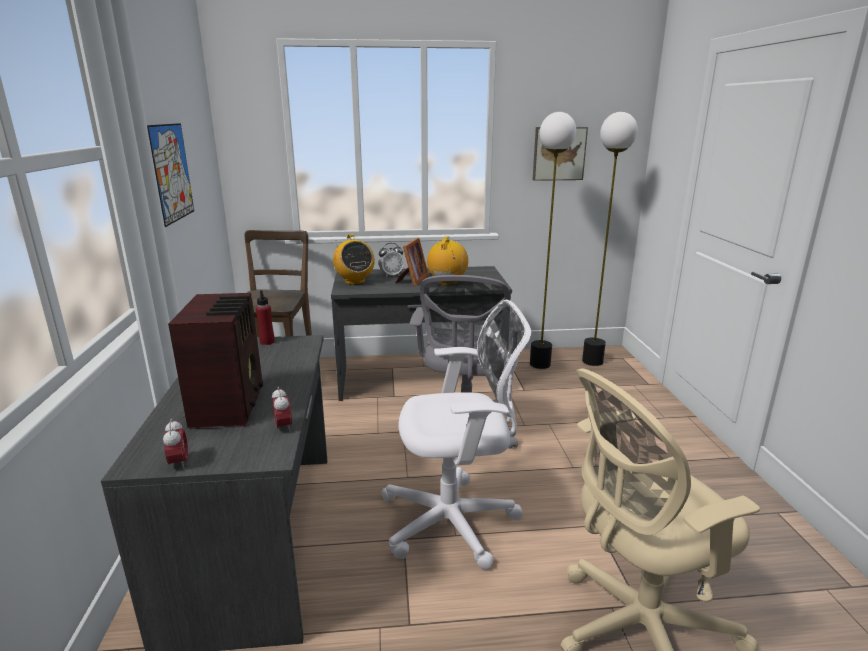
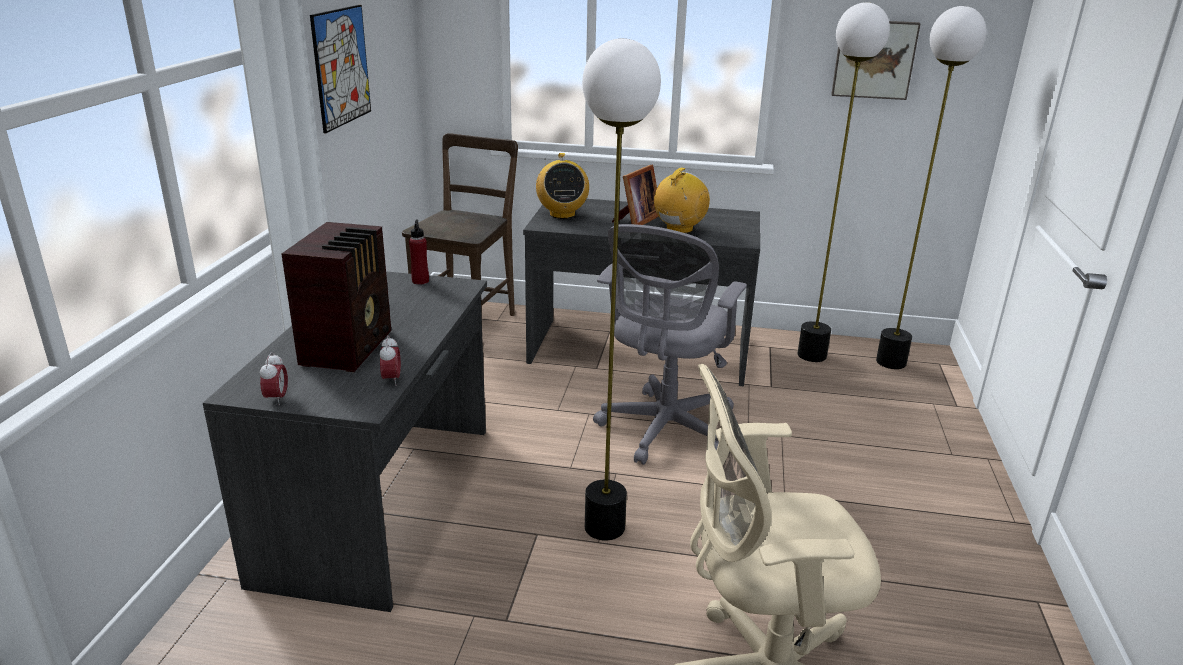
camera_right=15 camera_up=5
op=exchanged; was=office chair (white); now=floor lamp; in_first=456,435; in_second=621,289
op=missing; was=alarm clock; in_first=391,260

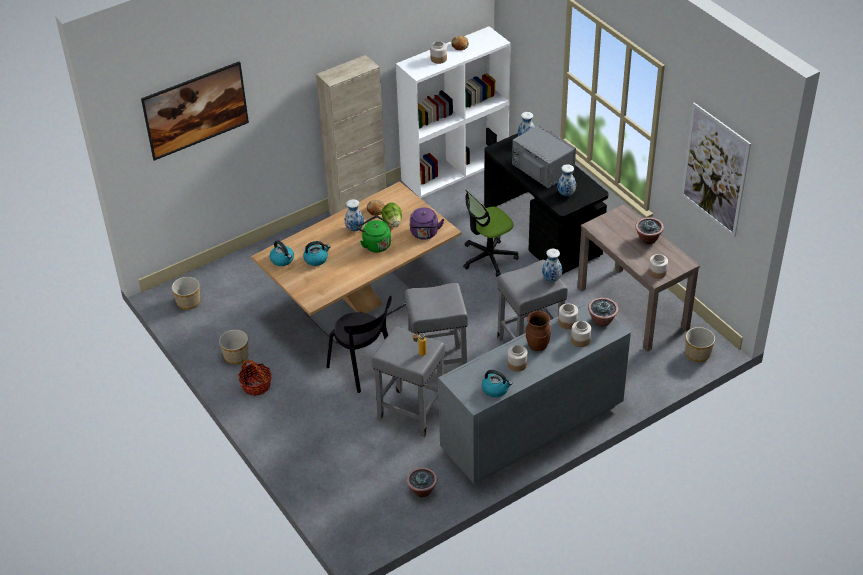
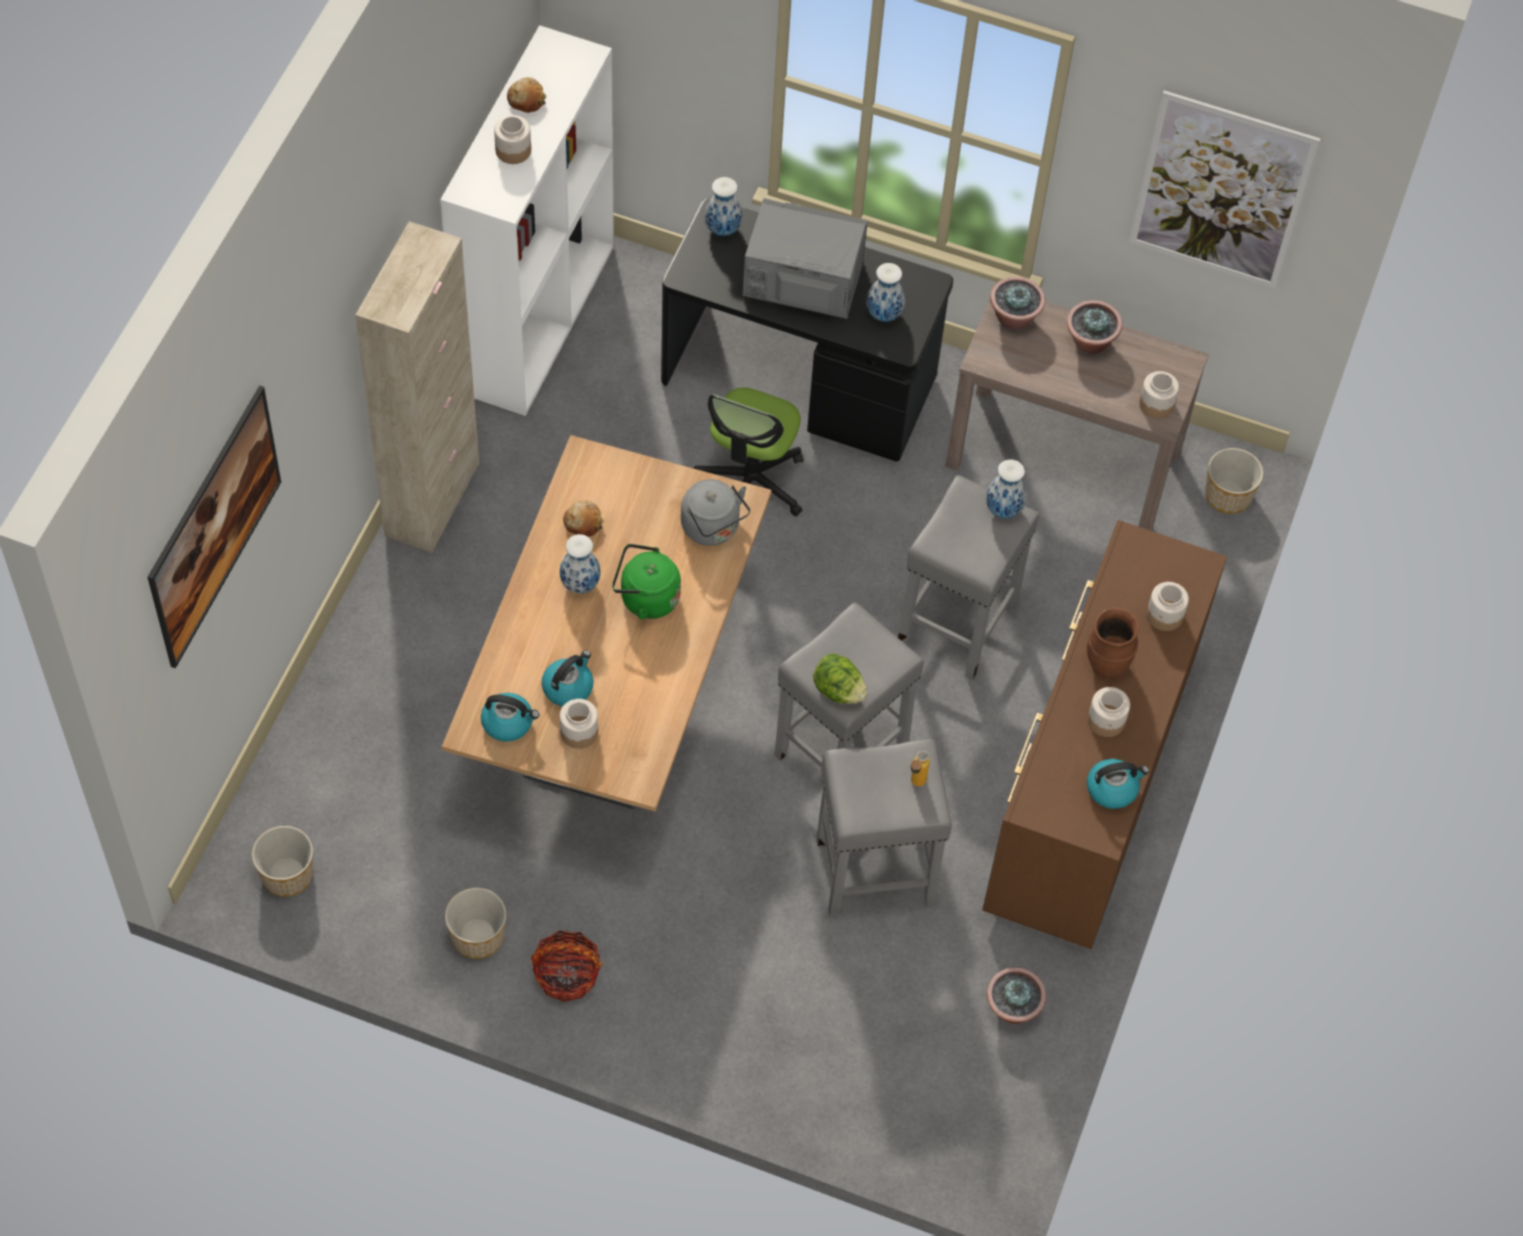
camera_right=-40 camera_up=15
op=relocated; was=jar; in_first=568,316; in_second=579,724
op=colour; was=kettle (purple); now=kettle (grey); in_first=426,224; in_second=715,512
op=relocated; was=lettuce; in_first=392,215; in_second=840,678
op=colour; was=dresser (grey); now=dresser (brown); in_first=534,391; in_second=1104,734
op=relocated; was=potted plant; in_first=603,312; in_second=1017,303
op=missing; was=chair (black); in_first=359,344

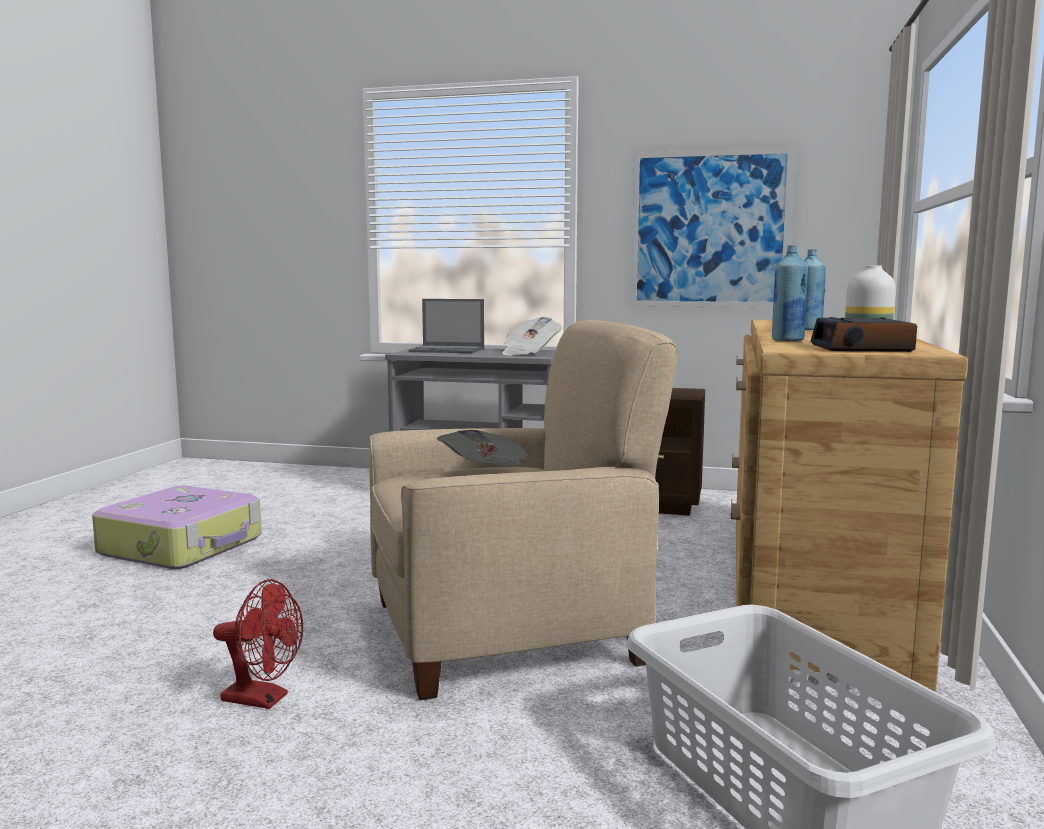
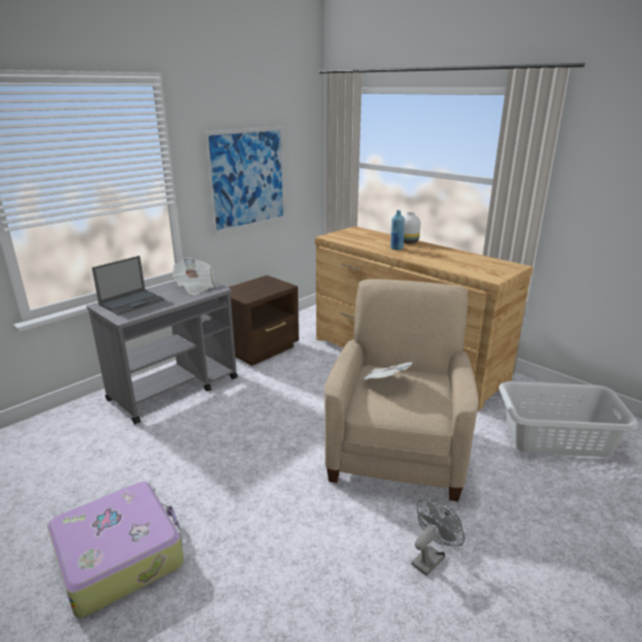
camera_right=-60 camera_up=15
op=colour; was=fan (red); now=fan (grey); in_first=258,644; in_second=438,537
op=missing; was=bottle (blue); in_first=790,293
op=missing; was=alarm clock; in_first=864,334

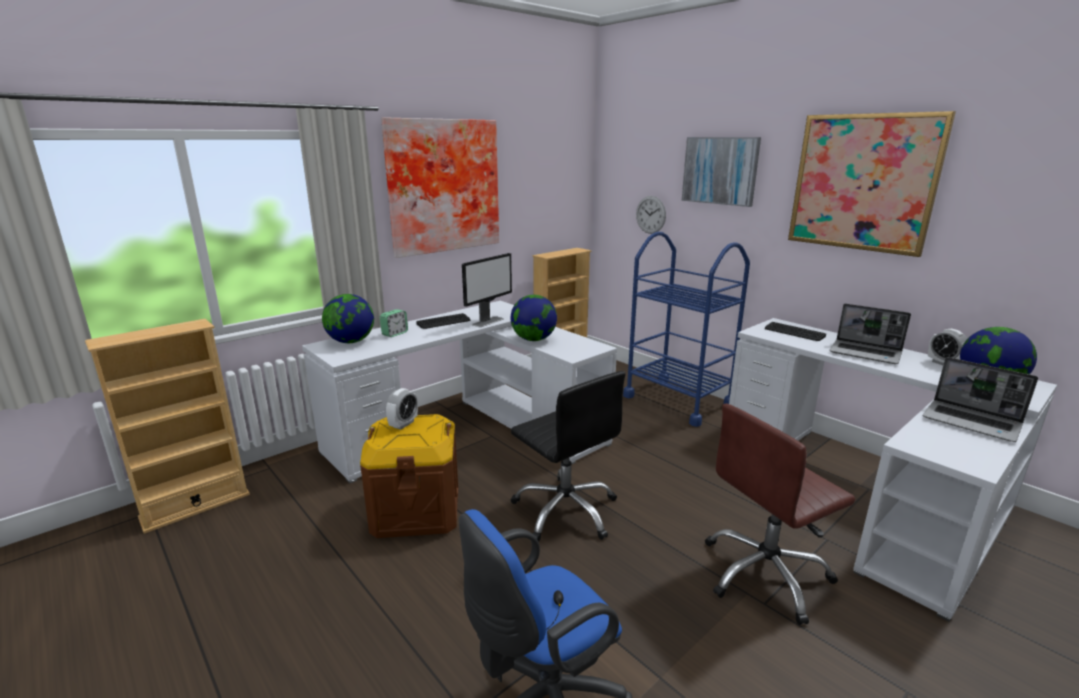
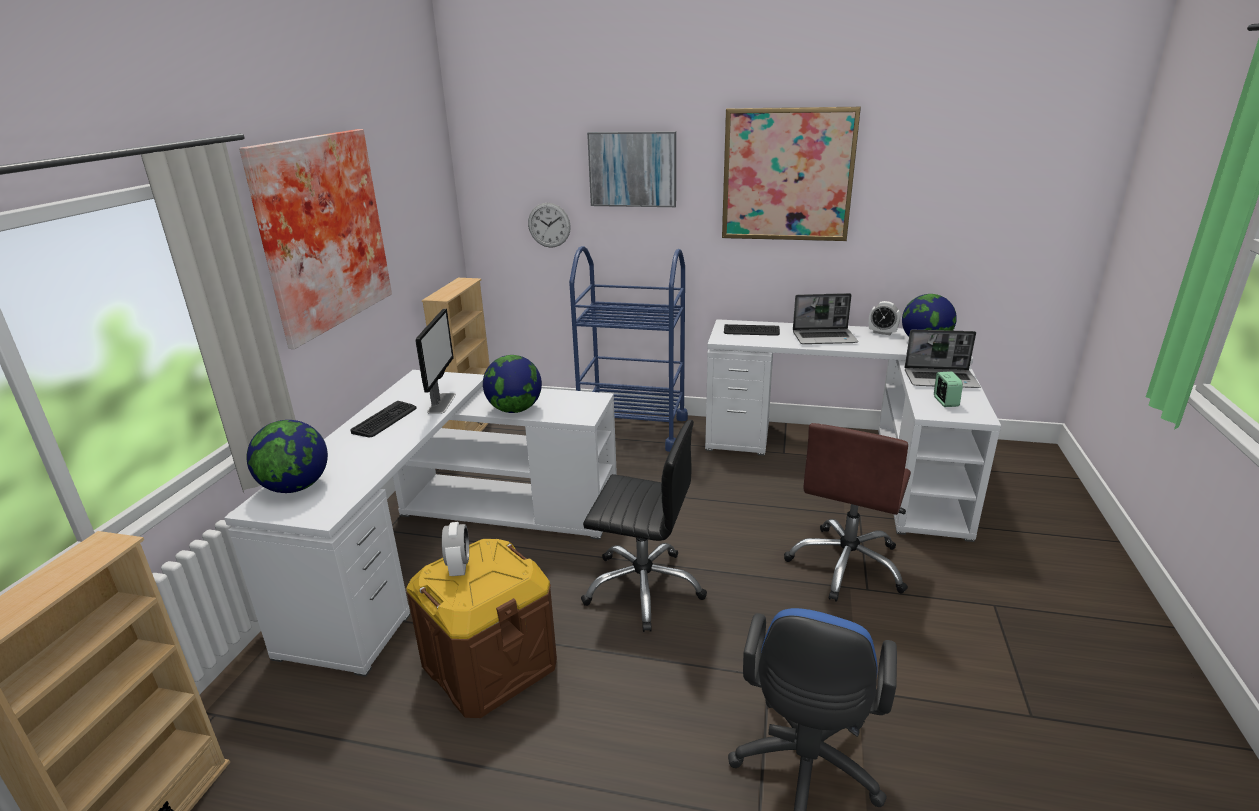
camera_right=-35 camera_up=5
op=relocated; was=alarm clock; in_first=394,323; in_second=948,389

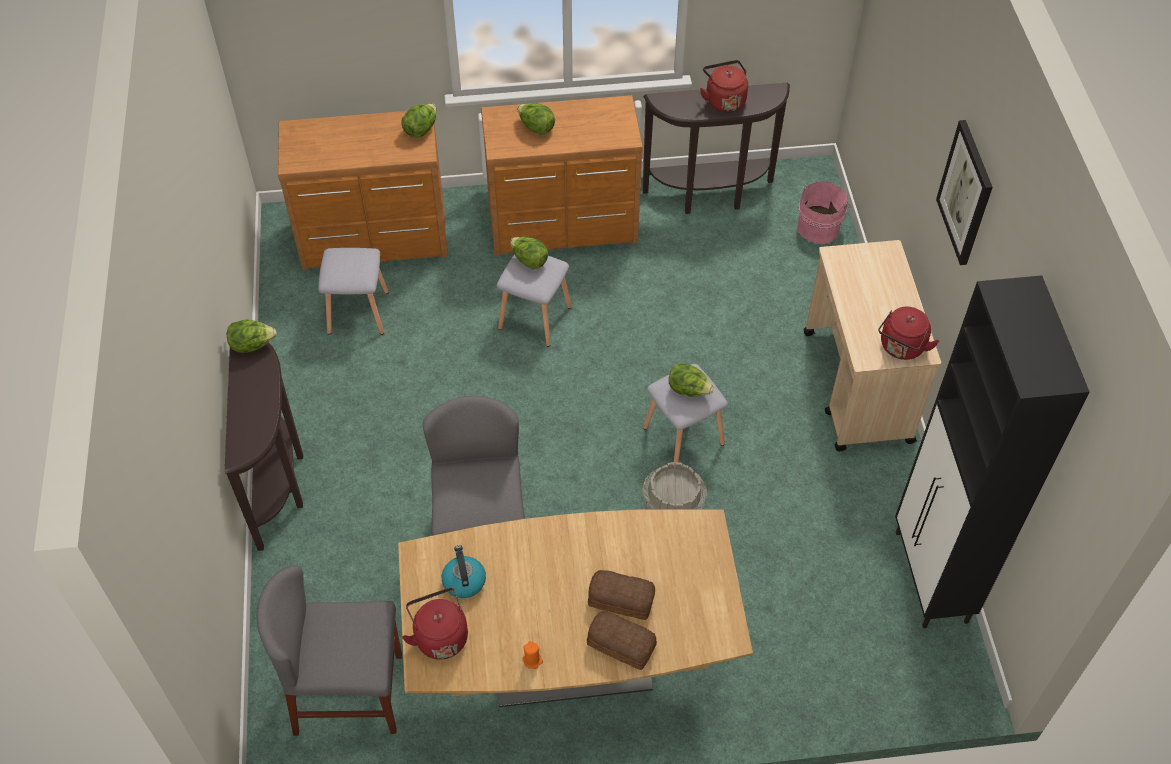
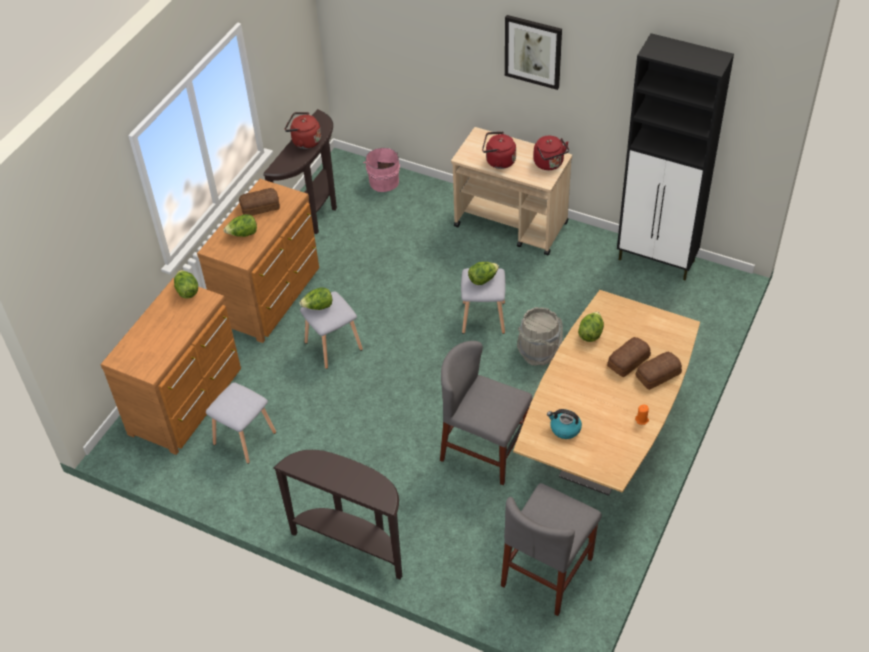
camera_right=-55 camera_up=-5
op=appeared; now=bread; in_second=259,202
op=relocated; was=kettle (red); in_first=435,624; in_second=499,150
op=relocated; was=lettuce; in_first=252,336; in_second=591,327

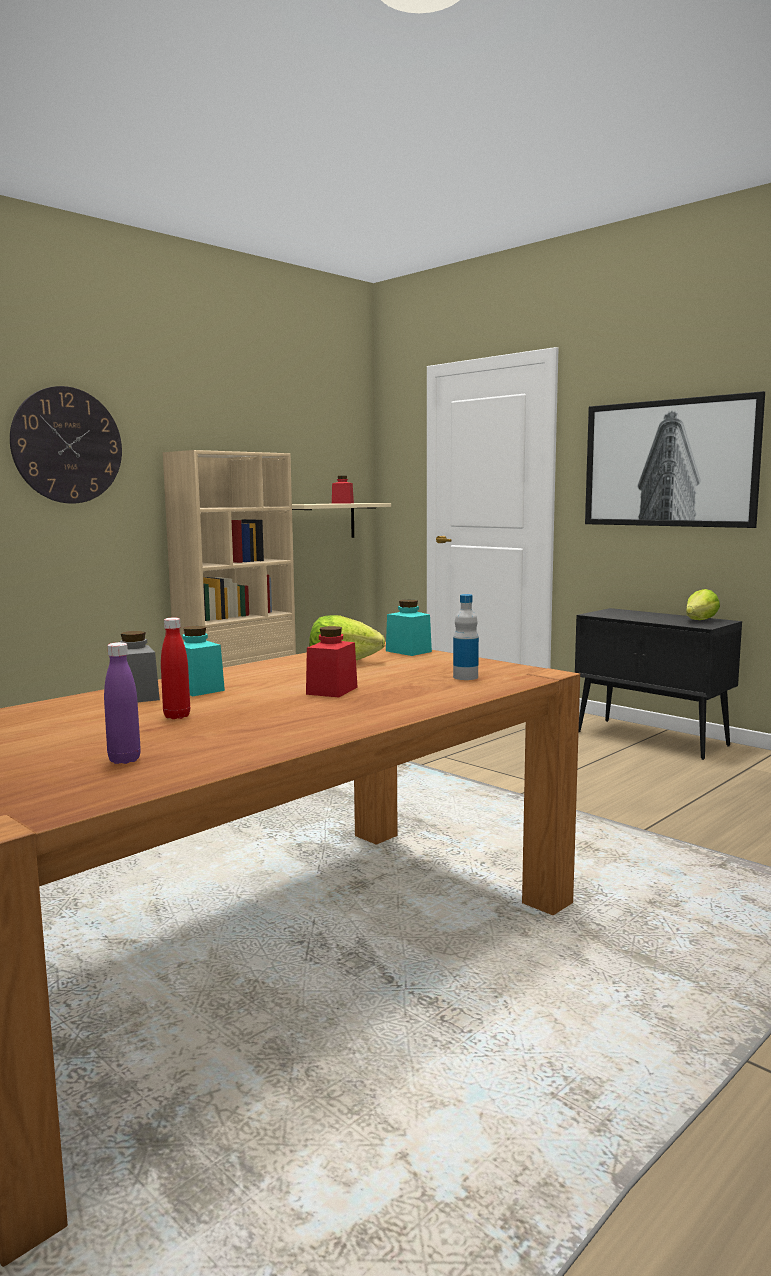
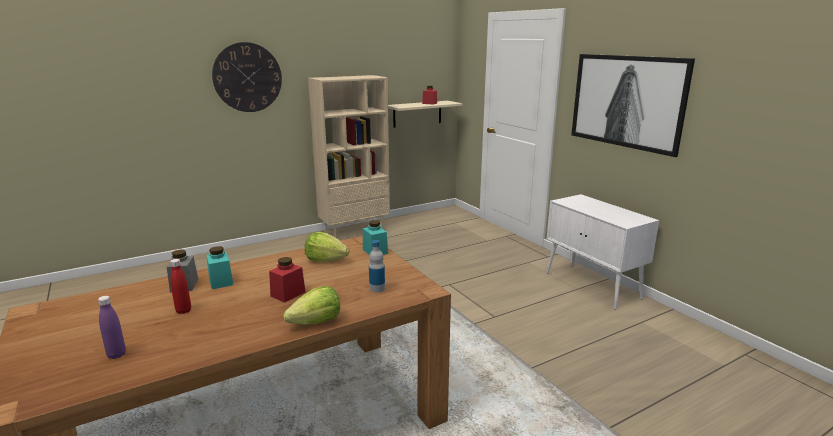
camera_right=15 camera_up=10
op=relocated; was=lettuce; in_first=703,604; in_second=311,305
op=colour; was=cabinet (black); now=cabinet (white); in_first=658,684; in_second=602,252

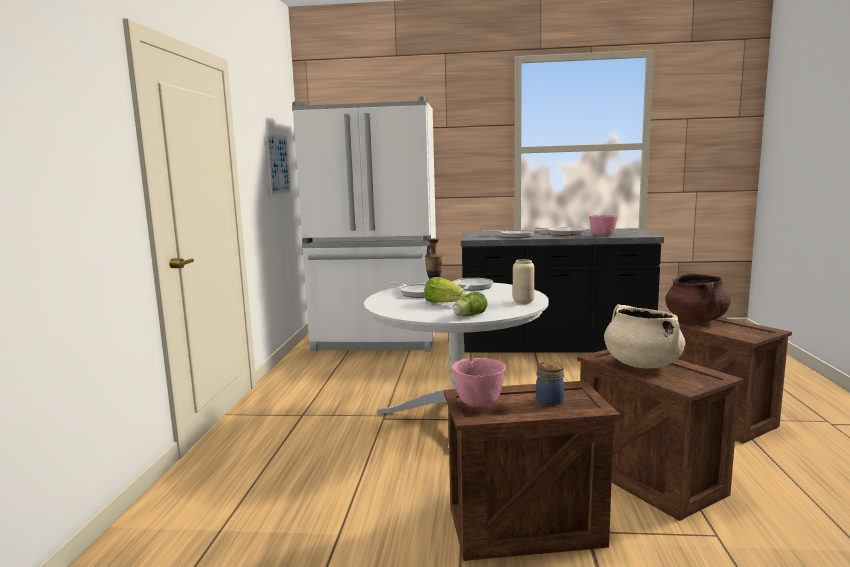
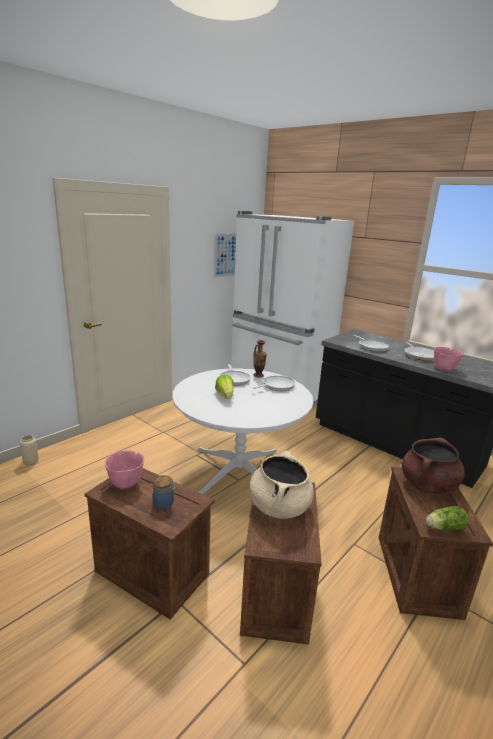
camera_right=35 camera_up=10
op=relocated; was=vase (beige); in_first=524,281; in_second=29,450
op=relocated; was=lettuce; in_first=470,304; in_second=447,518

